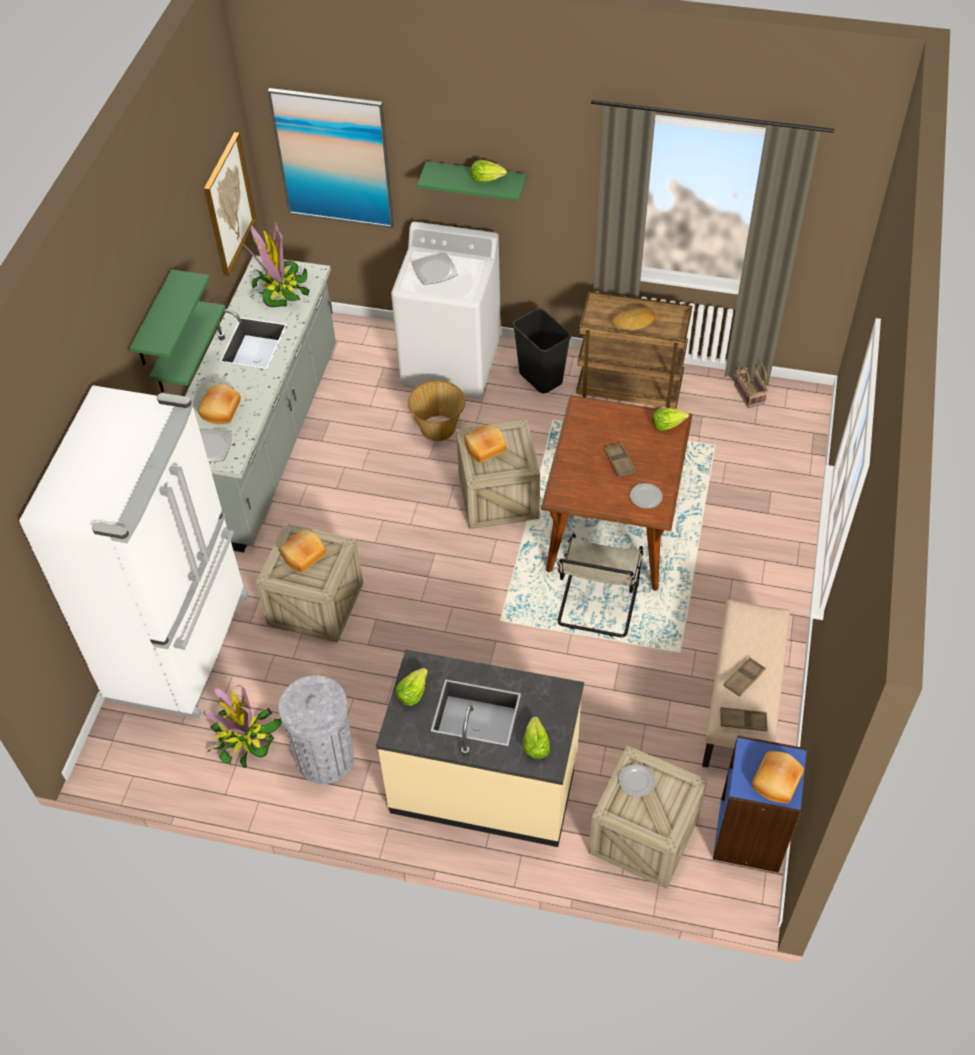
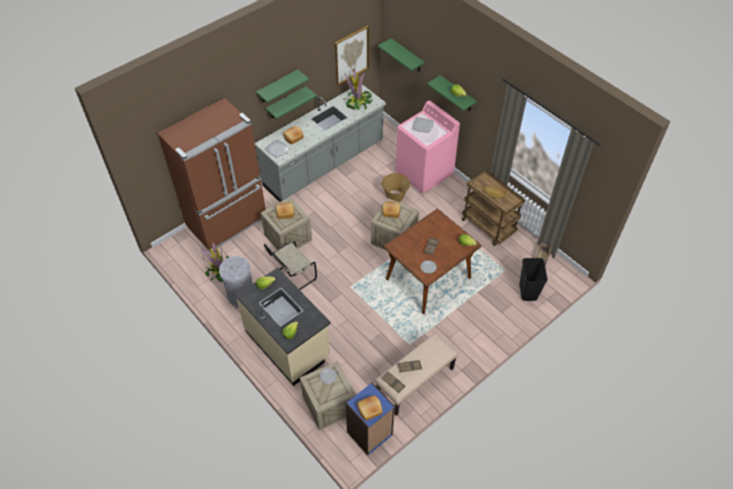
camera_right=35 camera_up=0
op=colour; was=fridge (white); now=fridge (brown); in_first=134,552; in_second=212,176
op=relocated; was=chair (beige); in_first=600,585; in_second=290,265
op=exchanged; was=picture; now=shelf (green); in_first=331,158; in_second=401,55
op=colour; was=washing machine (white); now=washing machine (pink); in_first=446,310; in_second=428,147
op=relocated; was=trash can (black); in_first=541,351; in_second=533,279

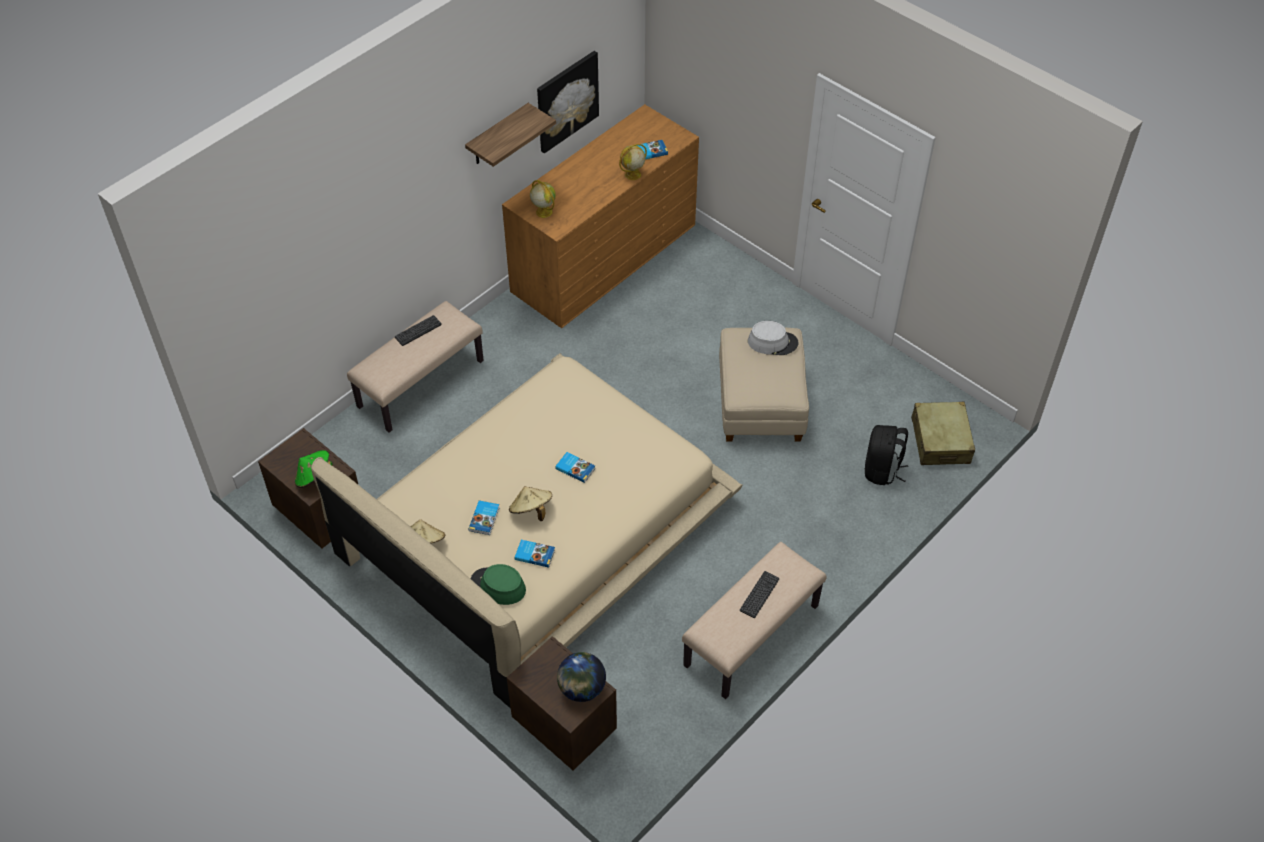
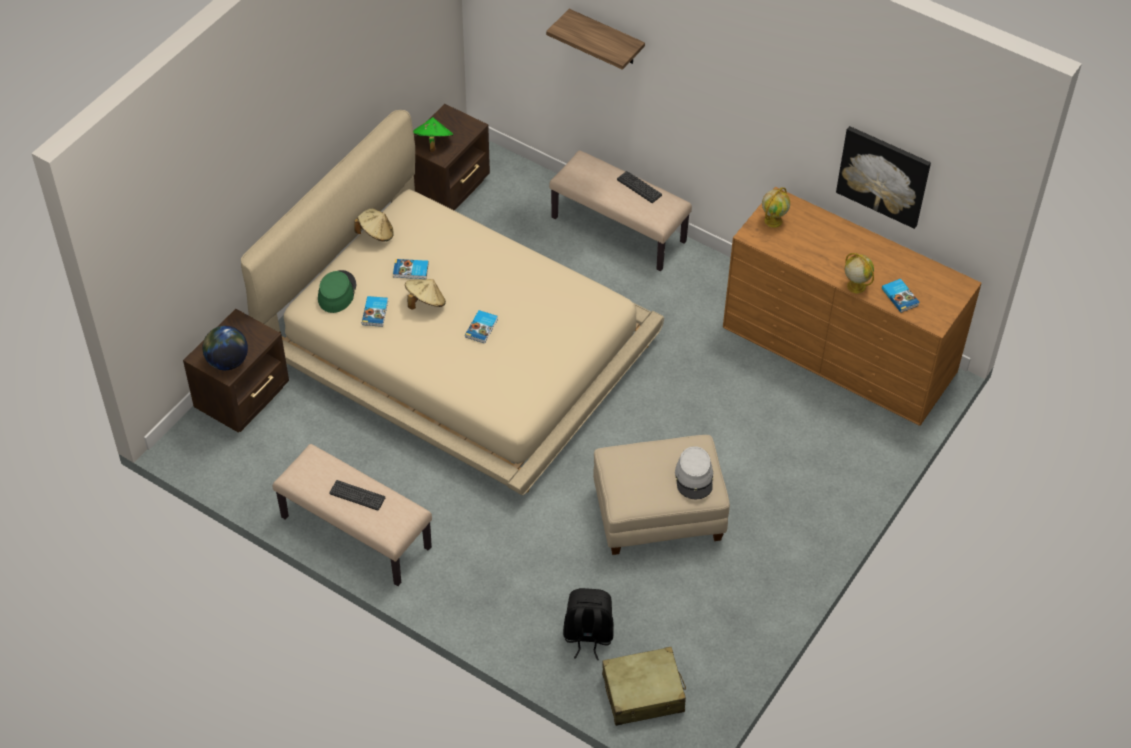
camera_right=80 camera_up=0
op=relocated; was=shelf; in_first=510,135; in_second=595,39

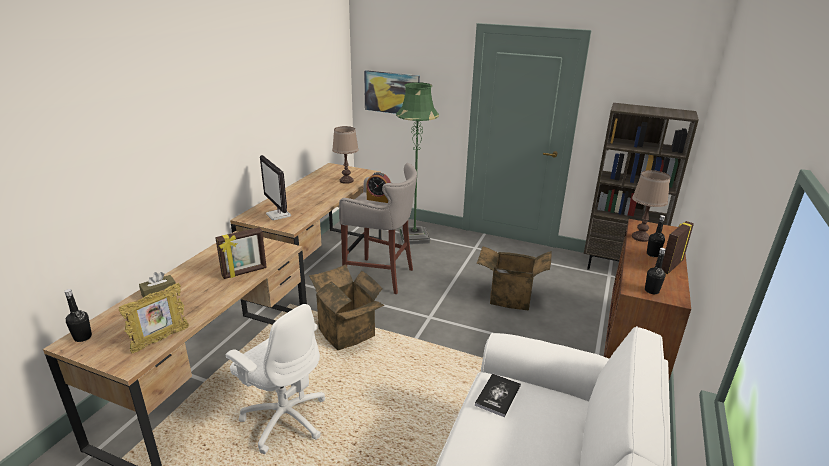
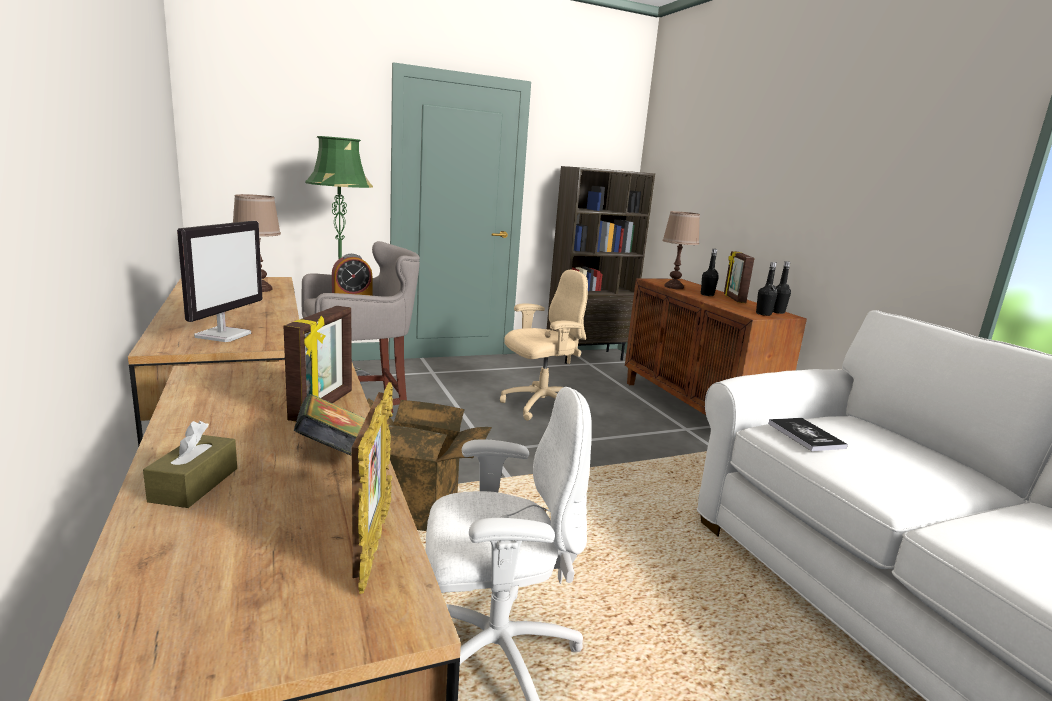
camera_right=-45 camera_up=-10
op=spun; was=monitor; in_first=275,187; in_second=219,281; clockwise=-90
op=appeared; now=book; in_second=330,425
op=exchanged; was=cardboard box; now=office chair (beige); in_first=514,278; in_second=544,345
op=relocated; was=bottle (black); in_first=78,315; in_second=781,287
op=missing; was=picture; in_first=392,92

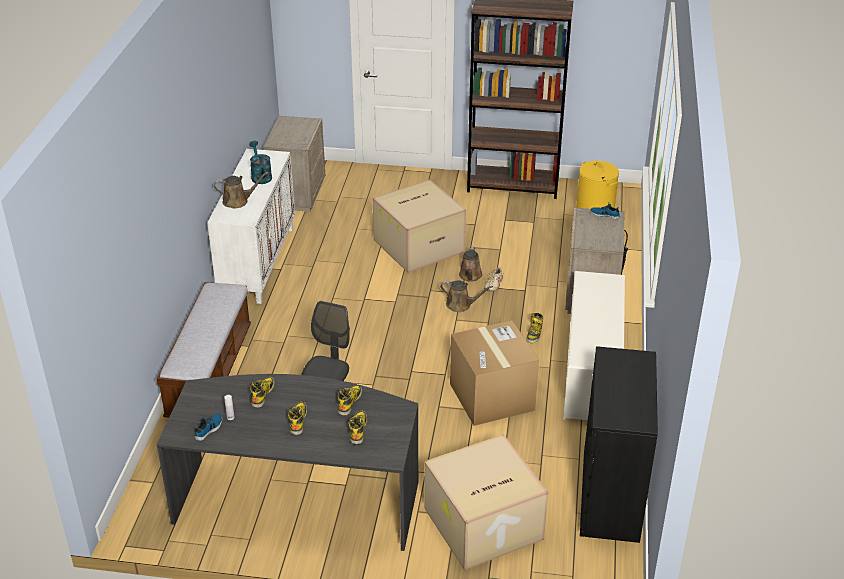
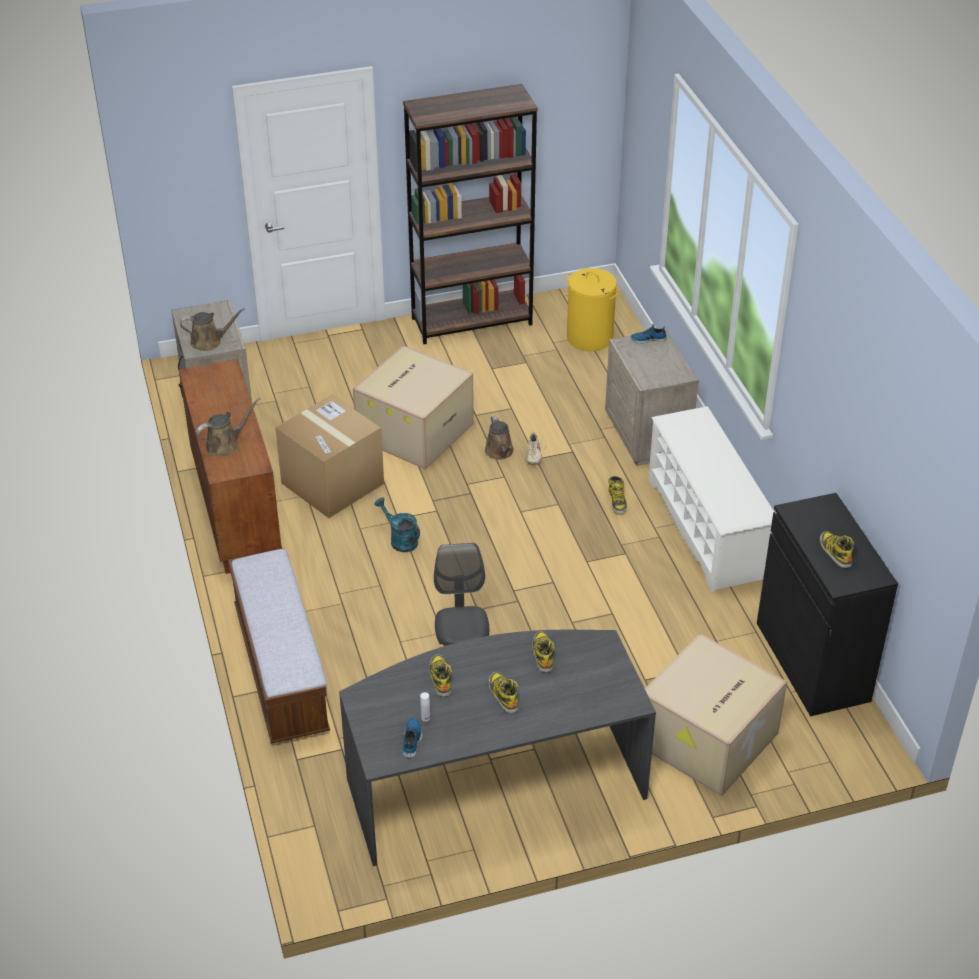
camera_right=-25 camera_up=5
op=colour; was=cabinet (white); now=cabinet (brown); in_first=251,226; in_second=230,466
op=relocated; was=watering can (brown); in_first=466,296; in_second=212,329
op=relocated; was=cardboard box; in_first=494,373; in_second=329,456
op=relocated; was=watering can (turquoise); in_first=260,162; in_second=397,524
op=relocated; was=boot; in_first=358,427; in_second=837,549

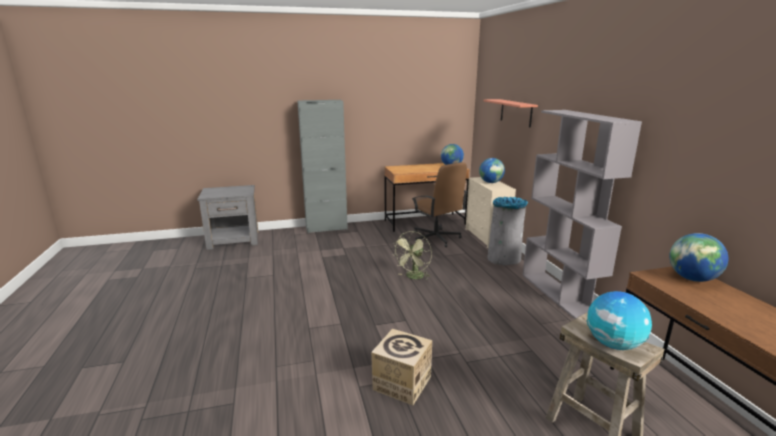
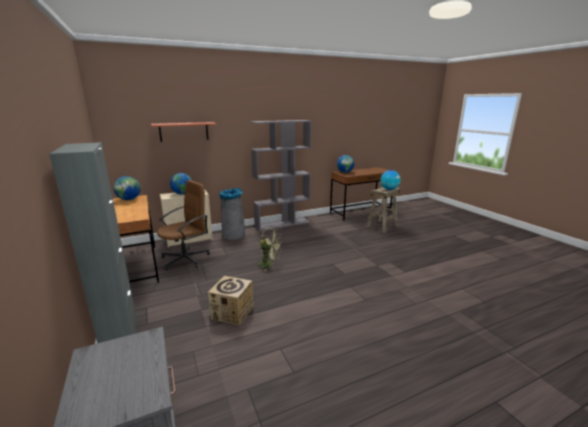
camera_right=-100 camera_up=0
op=relocated; was=cardboard box; in_first=401,367; in_second=230,300

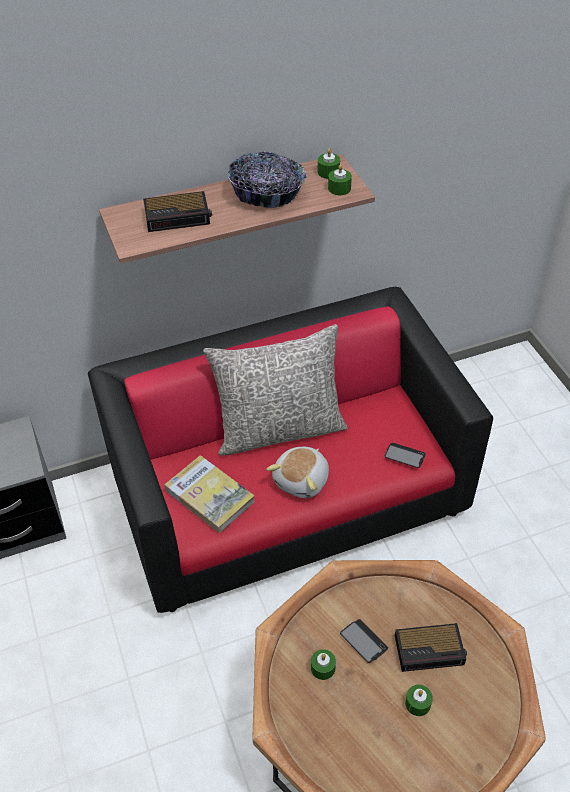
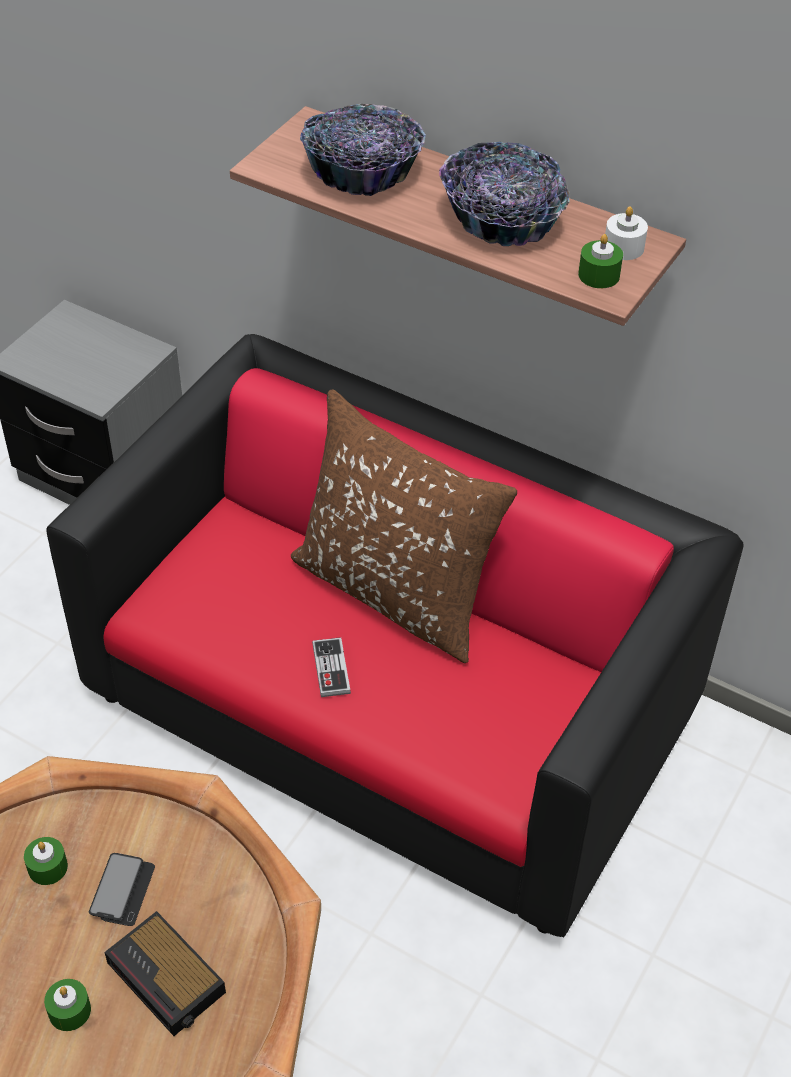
camera_right=50 camera_up=0
op=colour; was=pillow (grey); now=pillow (brown); in_first=275,390; in_second=404,526
op=exchanged; was=alarm clock; now=bowl; in_first=177,211; in_second=363,150
op=exchanged; was=plush toy; now=game controller; in_first=297,472; in_second=331,667
op=colour; was=candle (green); now=candle (white); in_first=329,163; in_second=626,233
op=missing; was=book; in_first=210,494
op=missing; was=phone; in_first=405,455

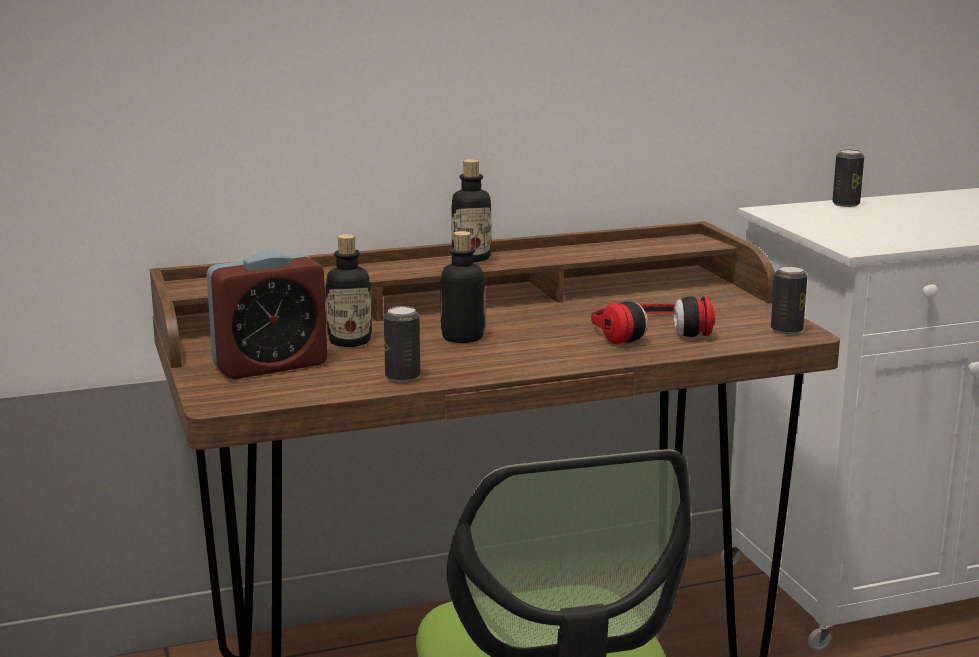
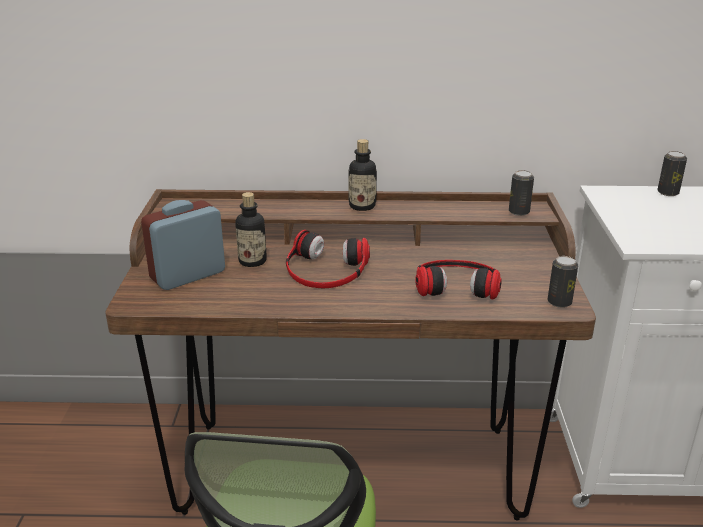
camera_right=20 camera_up=10
op=spun; was=alarm clock; in_first=266,315; in_second=183,245; clockwise=150
op=exchanged; was=bottle; now=headphones; in_first=462,287; in_second=328,259
op=relocated; was=can; in_first=402,344; in_second=521,193

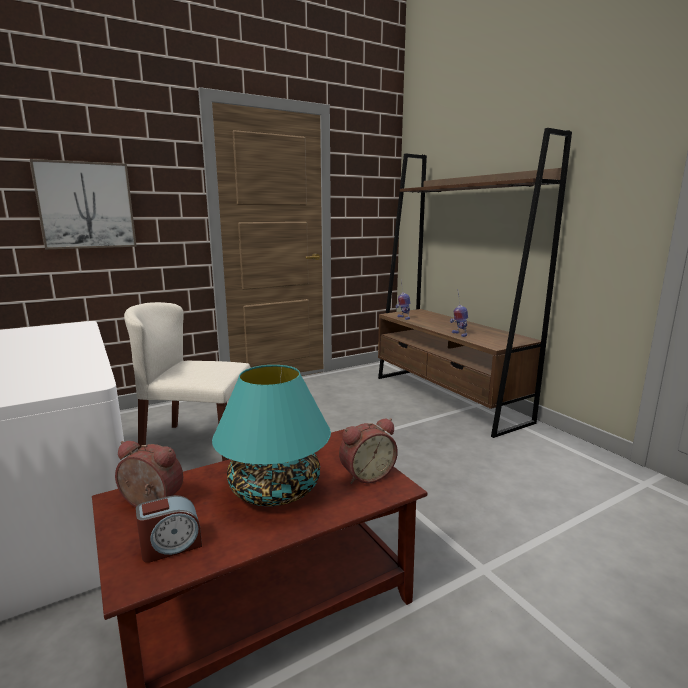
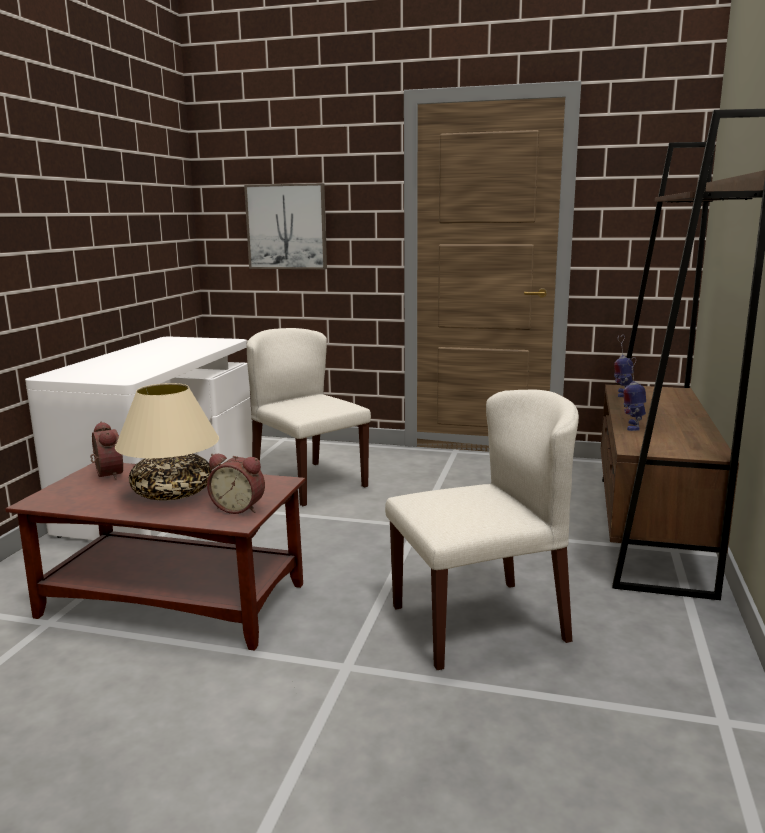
camera_right=45 camera_up=0
op=colour; was=table lamp (turquoise); now=table lamp (beige); in_first=271,435; in_second=167,441
op=appeared; now=chair (beige); in_second=482,530
op=missing; was=alarm clock; in_first=169,529

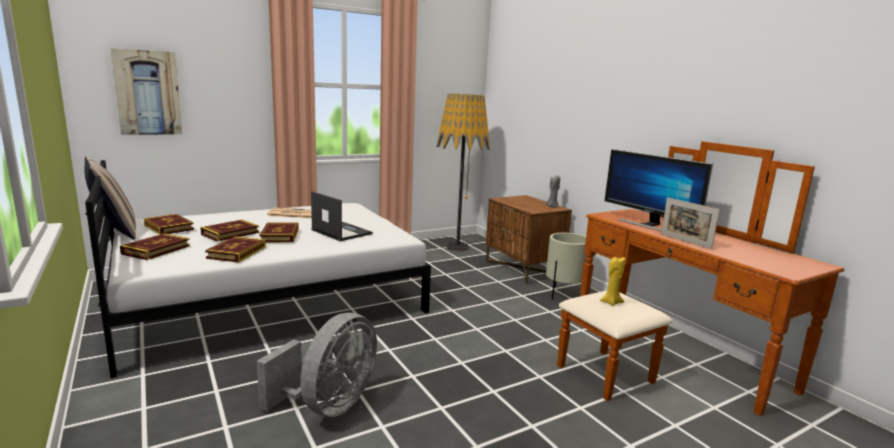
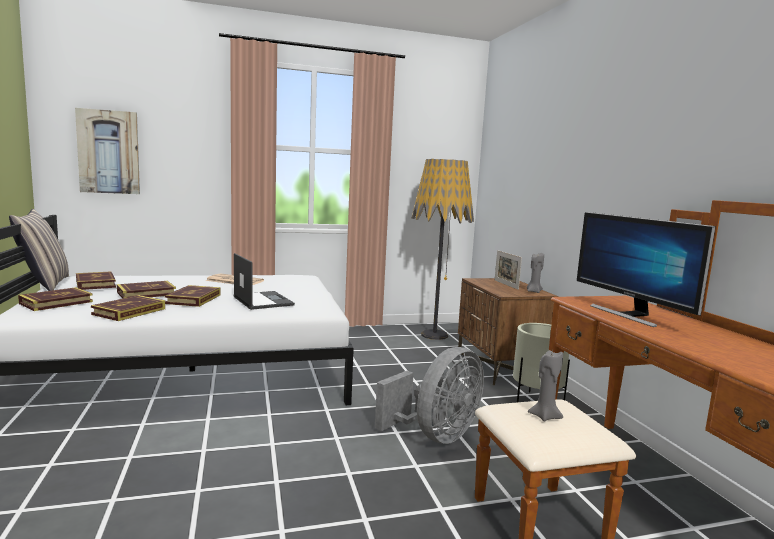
camera_right=15 camera_up=-5
op=relocated; was=fan (grey); in_first=317,364; in_second=429,395
op=relocated; was=picture frame; in_first=690,223; in_second=508,270
op=colour; was=candle (yellow); now=candle (grey); in_first=612,281; in_second=545,385

